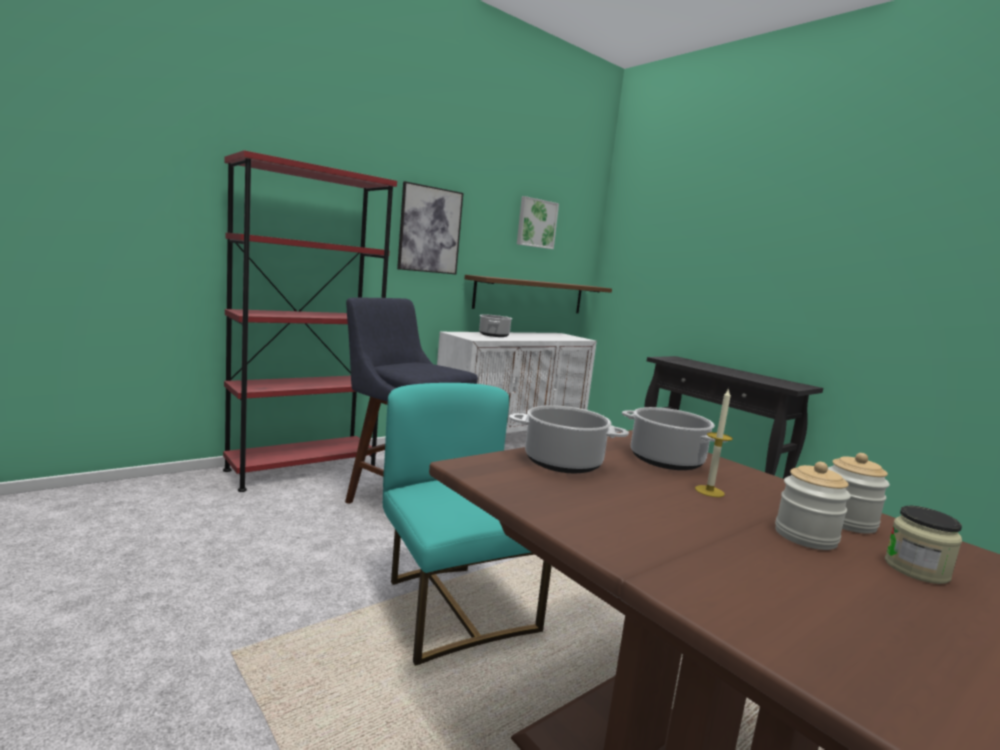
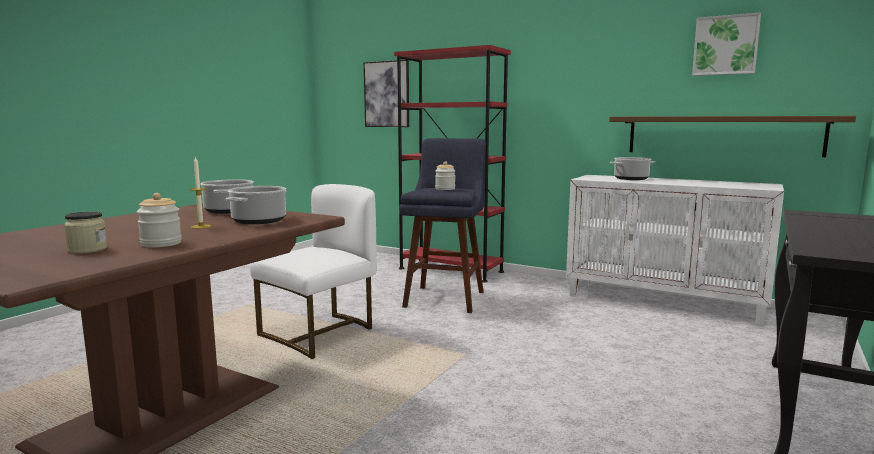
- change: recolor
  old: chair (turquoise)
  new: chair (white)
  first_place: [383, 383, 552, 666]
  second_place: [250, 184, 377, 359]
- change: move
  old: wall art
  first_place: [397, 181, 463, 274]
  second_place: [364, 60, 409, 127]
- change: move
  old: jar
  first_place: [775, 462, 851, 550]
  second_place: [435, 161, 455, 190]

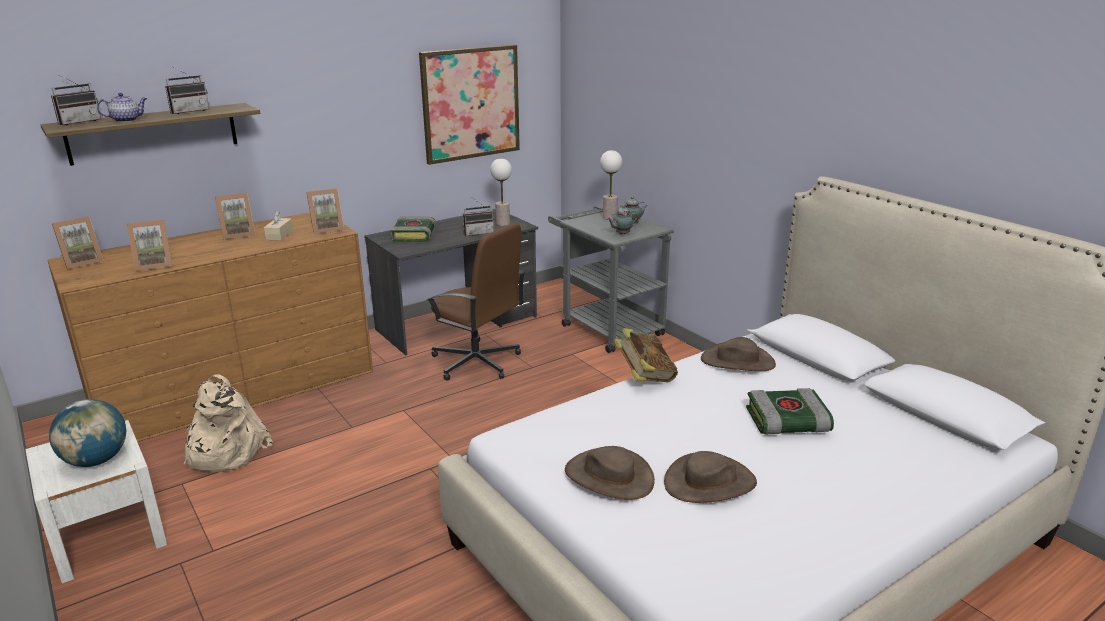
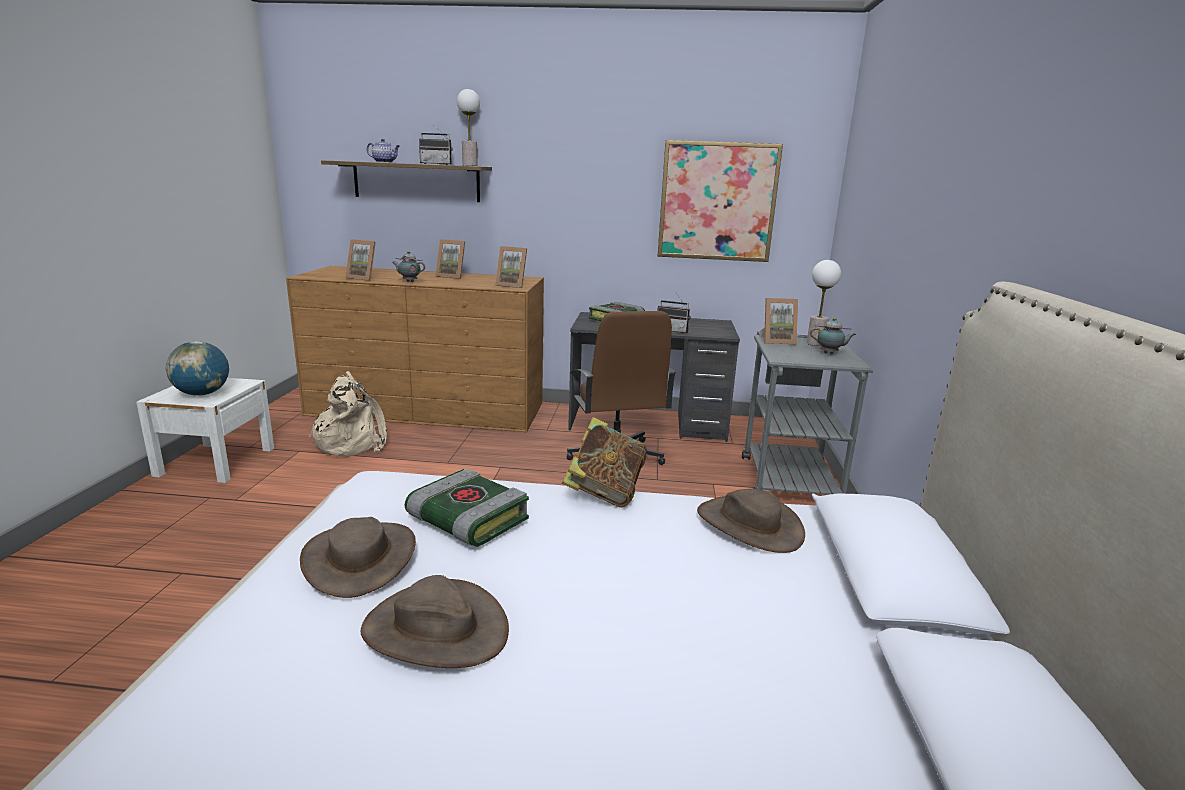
- change: move
  old: pot for tea
  first_place: [607, 205, 638, 235]
  second_place: [392, 251, 425, 282]
- change: move
  old: volume
  first_place: [746, 388, 834, 434]
  second_place: [405, 469, 529, 547]
- change: move
  old: table lamp
  first_place: [490, 158, 512, 226]
  second_place: [457, 89, 480, 166]
- change: move
  old: photo frame
  first_place: [52, 216, 104, 270]
  second_place: [760, 298, 798, 344]
- change: delete
  old: radio receiver
  first_place: [51, 76, 101, 125]
- change: delete
  old: tissue holder (beige-coloured)
  first_place: [264, 210, 293, 240]

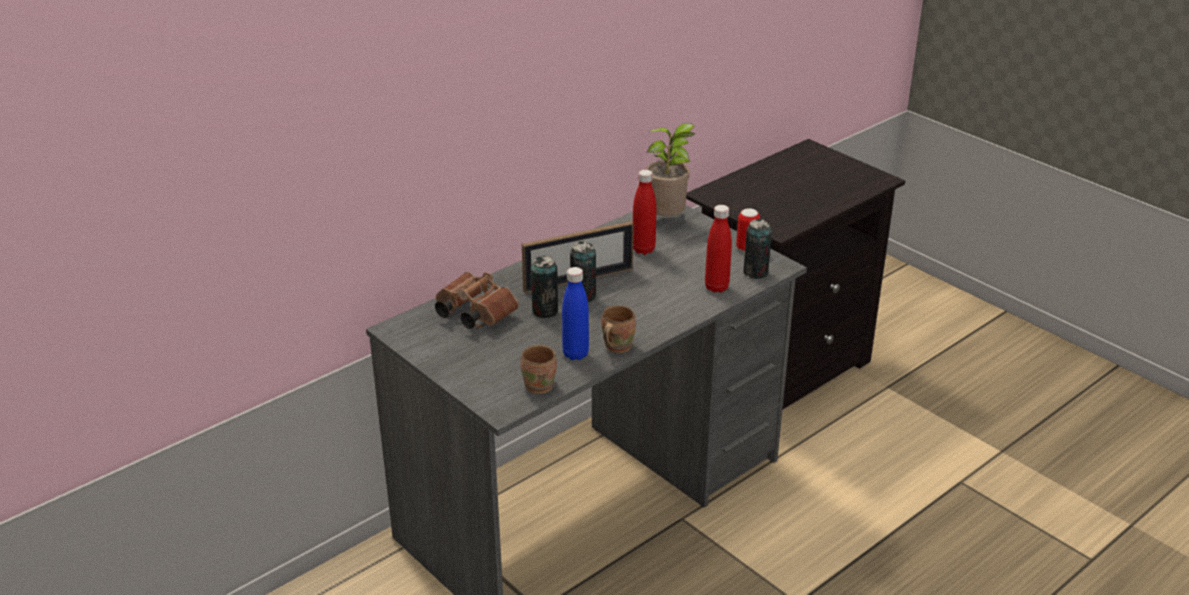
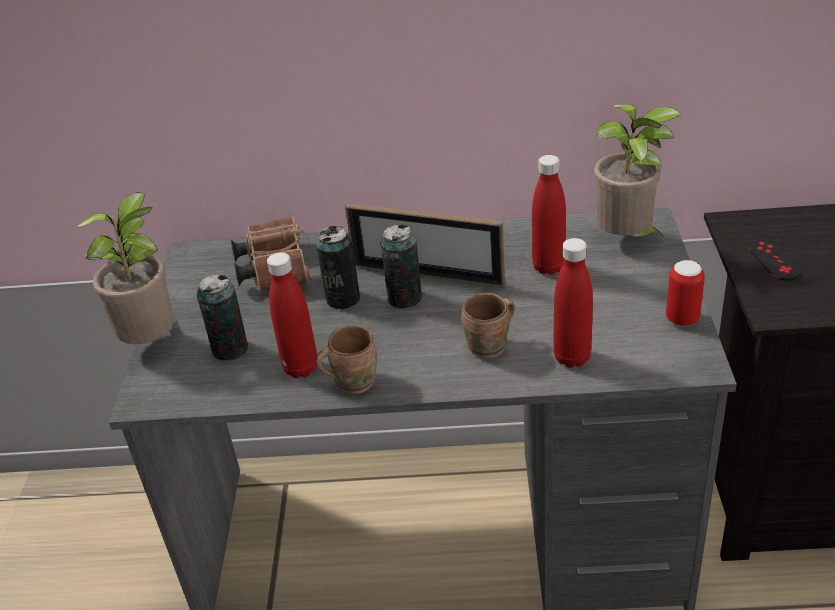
- change: insert
  new: plant in a pot
  second_place: [76, 192, 176, 344]
- change: move
  old: metal can
  first_place: [743, 219, 772, 279]
  second_place: [197, 275, 248, 361]
- change: recolor
  old: bottle (blue)
  new: bottle (reddish)
  first_place: [562, 267, 589, 360]
  second_place: [267, 252, 317, 378]
- change: move
  old: coffee mug (brown-coloured)
  first_place: [521, 345, 557, 394]
  second_place: [461, 293, 515, 358]
- change: insert
  new: game controller (black)
  second_place: [749, 239, 801, 280]

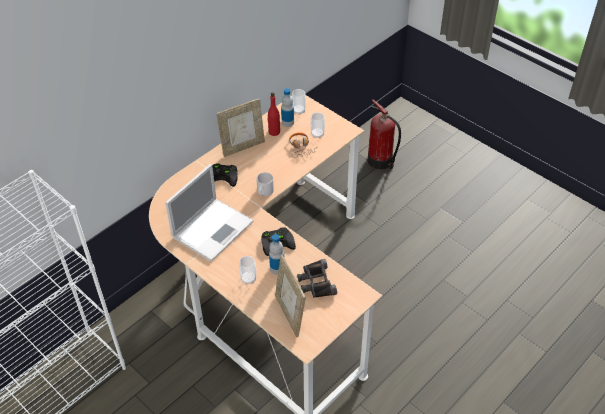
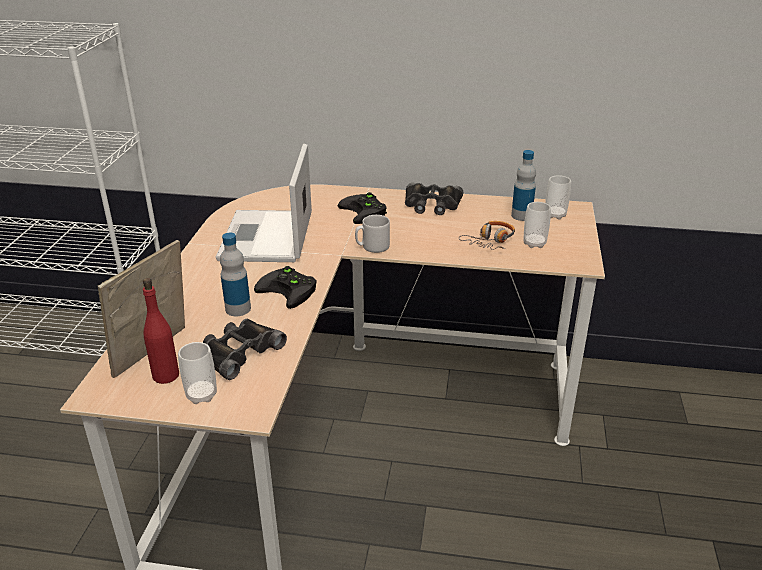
- change: move
  old: bottle (reddish)
  first_place: [267, 92, 280, 136]
  second_place: [143, 278, 179, 384]
- change: move
  old: cup
  first_place: [239, 256, 256, 285]
  second_place: [178, 342, 217, 404]
- change: rotate
  old: portable computer
  first_place: [165, 164, 254, 262]
  second_place: [216, 144, 312, 262]
  degrees: 90
- change: replace
  old: photo frame
  new: pair of binoculars (black)
  first_place: [216, 99, 265, 157]
  second_place: [405, 183, 464, 215]
- change: delete
  old: extinguisher
  first_place: [368, 100, 401, 169]

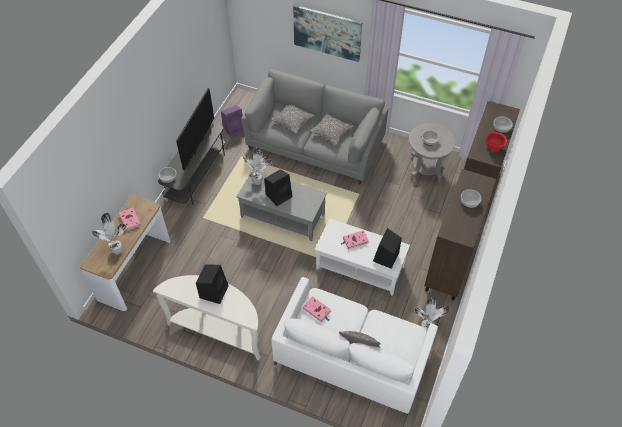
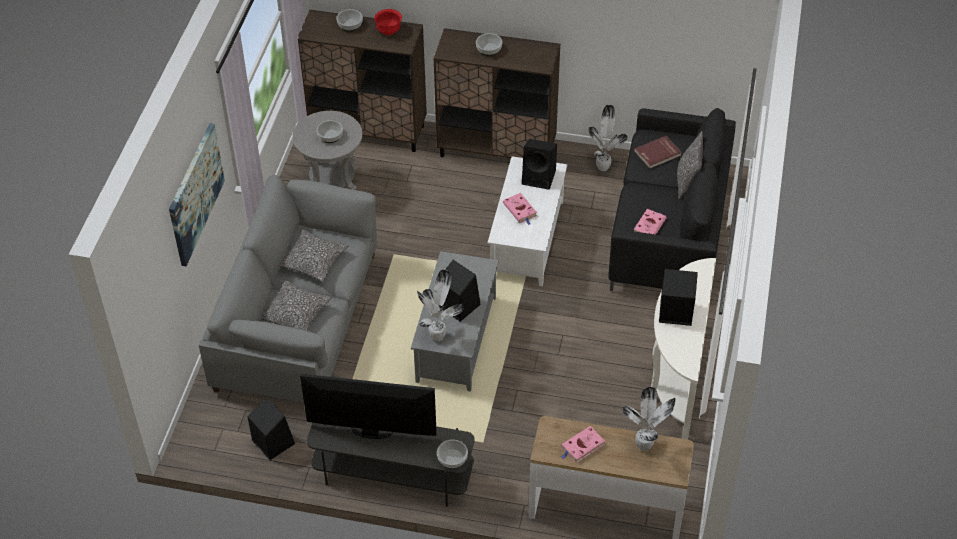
- change: recolor
  old: audio speaker (purple)
  new: audio speaker (black)
  first_place: [221, 105, 244, 137]
  second_place: [248, 397, 295, 460]
- change: recolor
  old: couch (white)
  new: couch (black)
  first_place: [271, 277, 438, 417]
  second_place: [608, 108, 736, 291]
- change: insert
  new: volume (reddish)
  second_place: [634, 136, 682, 169]

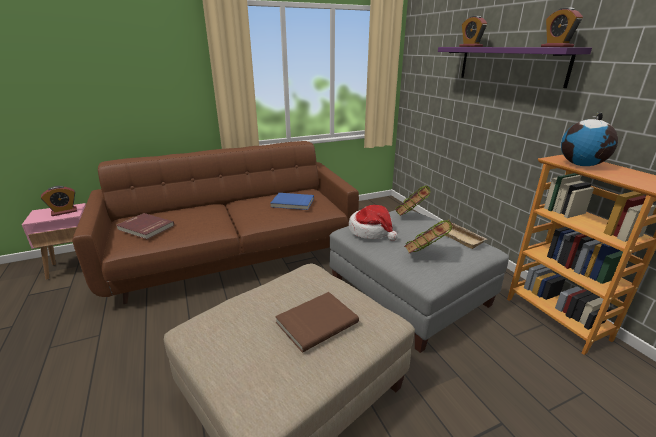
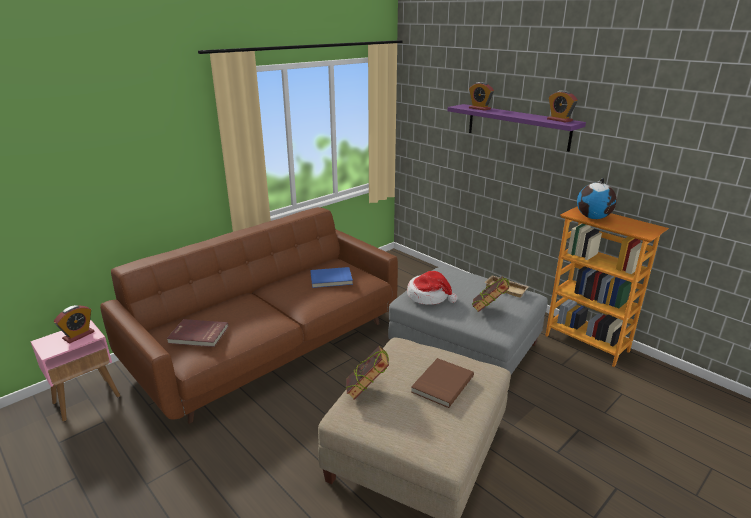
- change: move
  old: volume
  first_place: [396, 185, 431, 216]
  second_place: [345, 346, 389, 400]

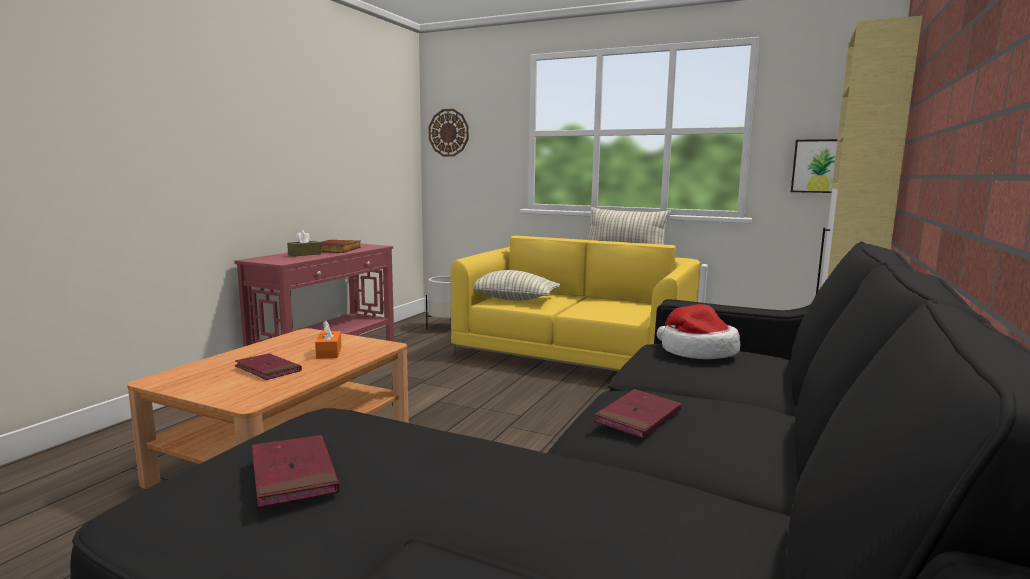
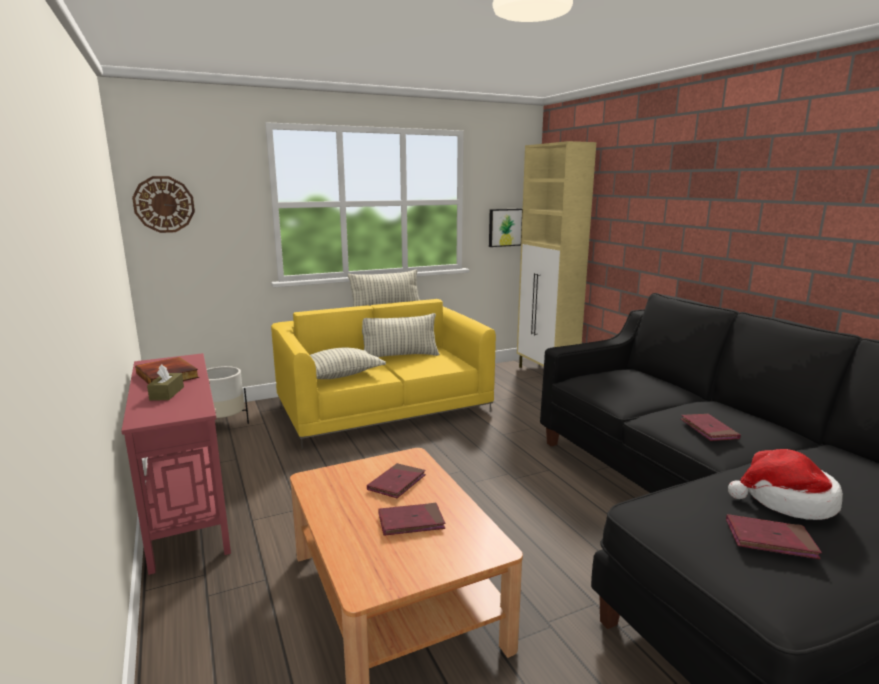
- change: insert
  new: cushion
  second_place: [362, 313, 439, 357]
- change: replace
  old: tissue holder (orangey)
  new: volume (reddish)
  first_place: [315, 321, 342, 359]
  second_place: [367, 463, 426, 498]
- change: move
  old: hat
  first_place: [657, 304, 740, 359]
  second_place: [728, 449, 843, 520]

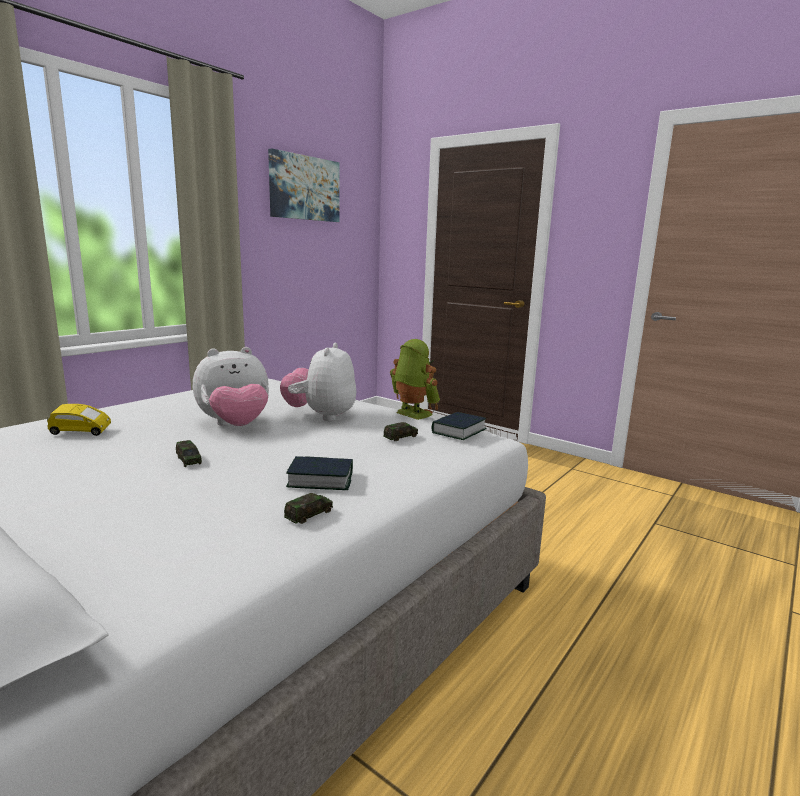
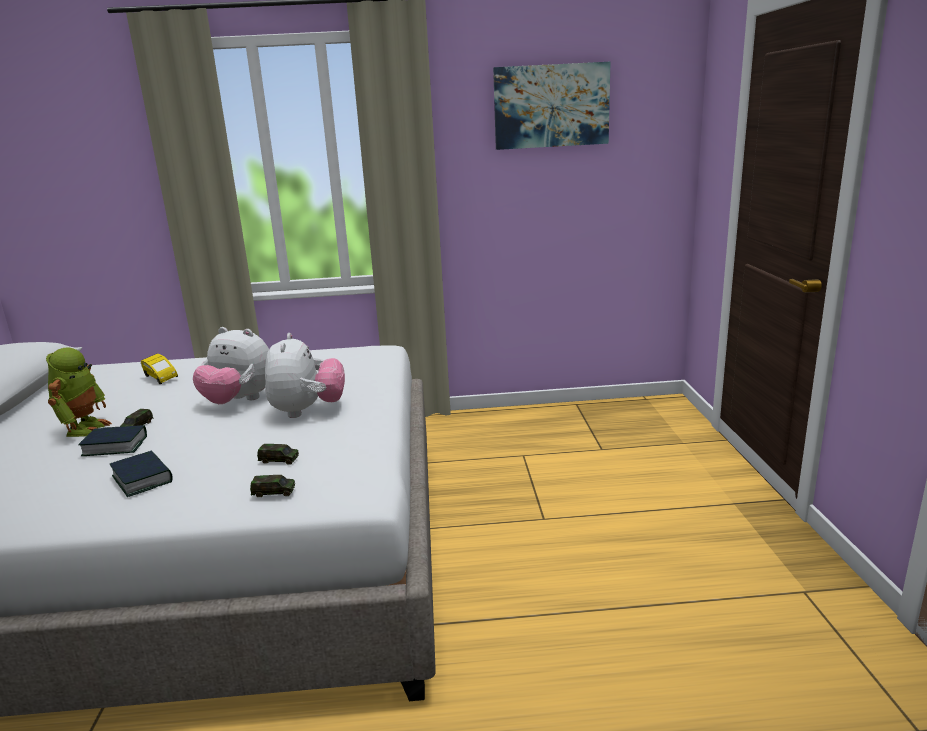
- change: move
  old: model robot
  first_place: [390, 339, 440, 420]
  second_place: [46, 348, 112, 437]
- change: move
  old: volume
  first_place: [432, 412, 487, 440]
  second_place: [78, 425, 147, 456]
- change: move
  old: model car
  first_place: [284, 493, 333, 524]
  second_place: [250, 475, 295, 497]
- change: rotate
  old: cuddly toy
  first_place: [280, 343, 356, 421]
  second_place: [265, 333, 345, 418]
  degrees: 120

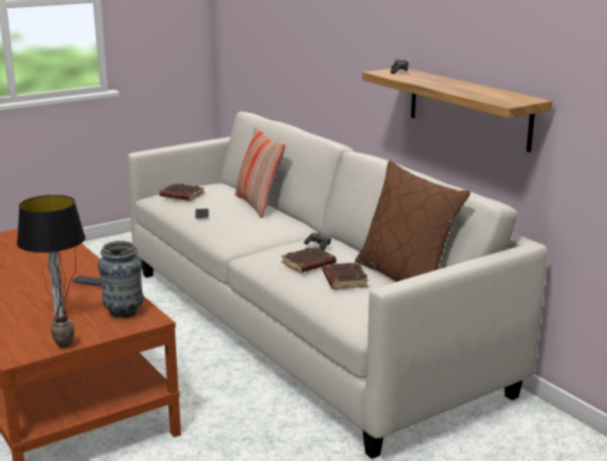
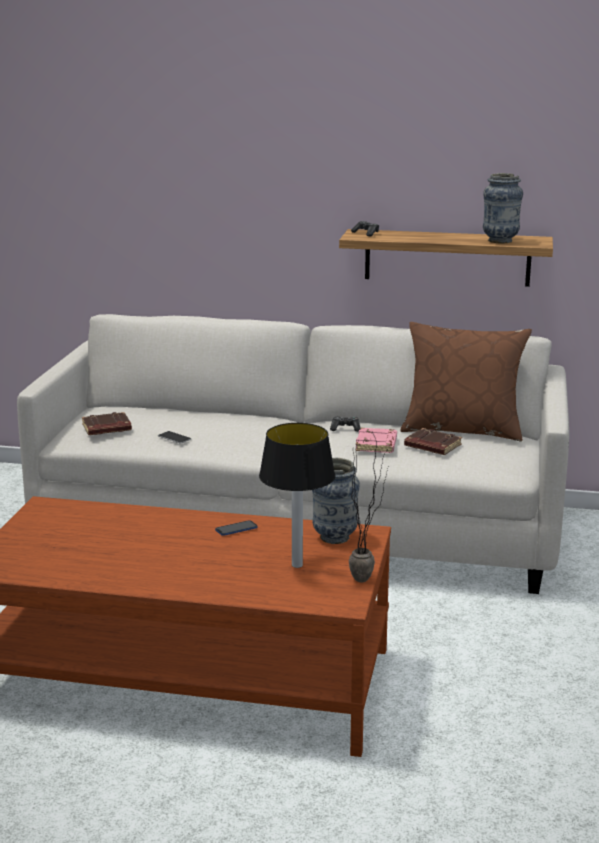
- change: recolor
  old: volume (brown-coloured)
  new: volume (pink)
  first_place: [281, 246, 336, 273]
  second_place: [356, 428, 397, 453]
- change: insert
  new: flower vase
  second_place: [483, 173, 523, 243]
- change: delete
  old: cushion
  first_place: [235, 127, 286, 218]

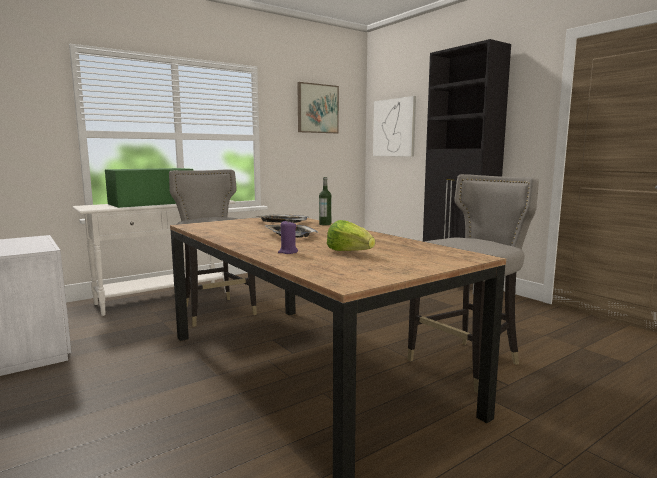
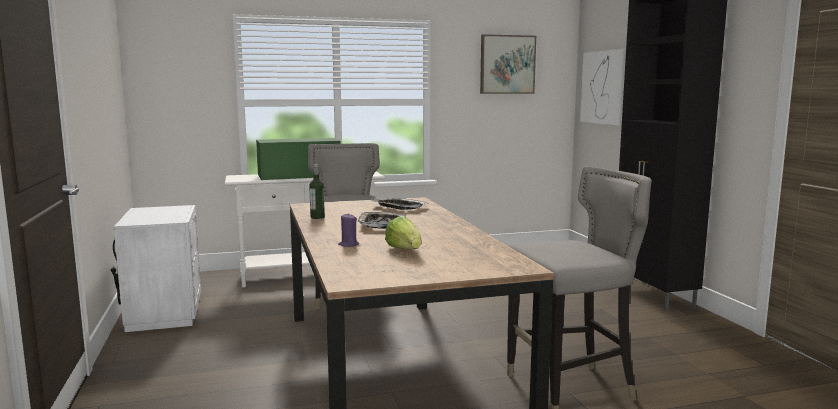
- change: move
  old: bottle
  first_place: [319, 177, 331, 225]
  second_place: [309, 164, 325, 219]

